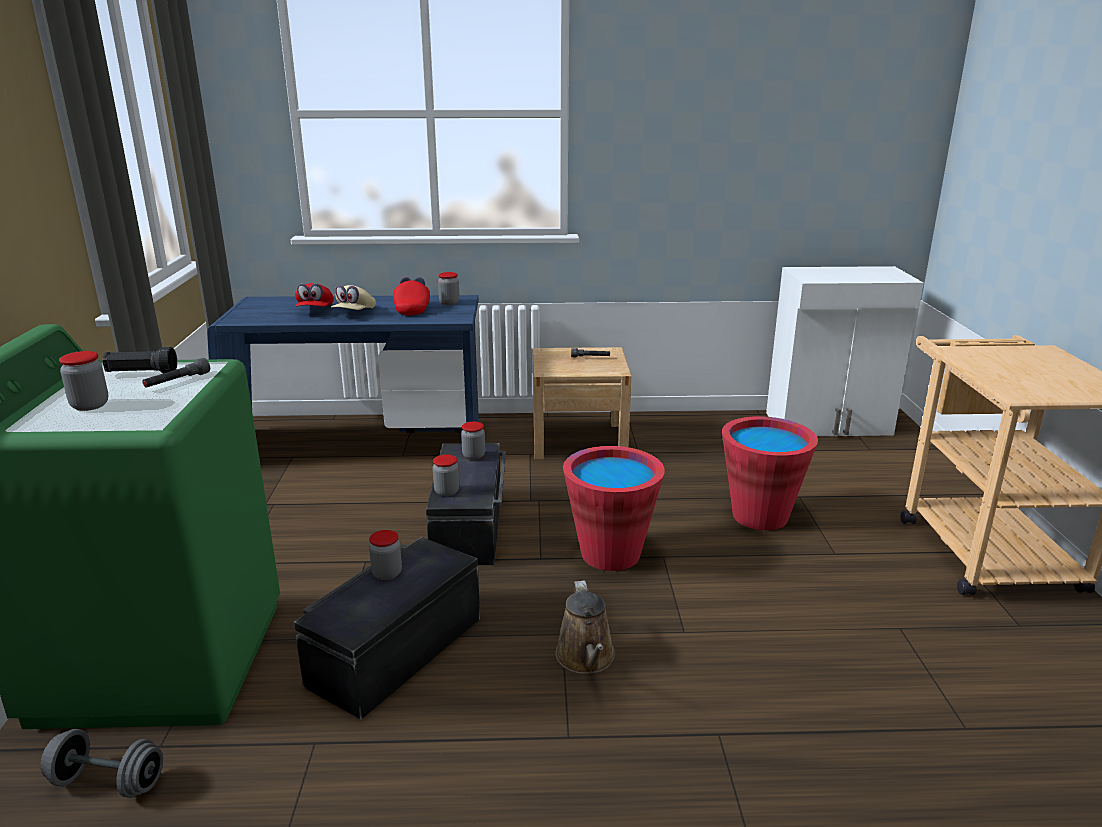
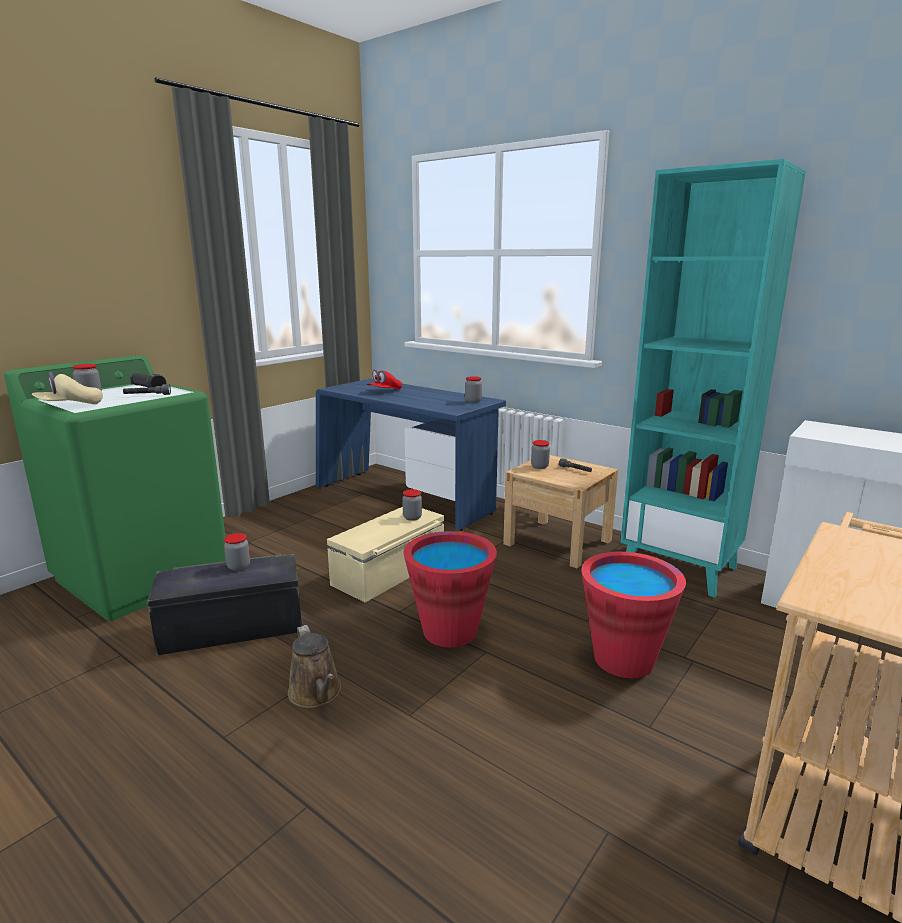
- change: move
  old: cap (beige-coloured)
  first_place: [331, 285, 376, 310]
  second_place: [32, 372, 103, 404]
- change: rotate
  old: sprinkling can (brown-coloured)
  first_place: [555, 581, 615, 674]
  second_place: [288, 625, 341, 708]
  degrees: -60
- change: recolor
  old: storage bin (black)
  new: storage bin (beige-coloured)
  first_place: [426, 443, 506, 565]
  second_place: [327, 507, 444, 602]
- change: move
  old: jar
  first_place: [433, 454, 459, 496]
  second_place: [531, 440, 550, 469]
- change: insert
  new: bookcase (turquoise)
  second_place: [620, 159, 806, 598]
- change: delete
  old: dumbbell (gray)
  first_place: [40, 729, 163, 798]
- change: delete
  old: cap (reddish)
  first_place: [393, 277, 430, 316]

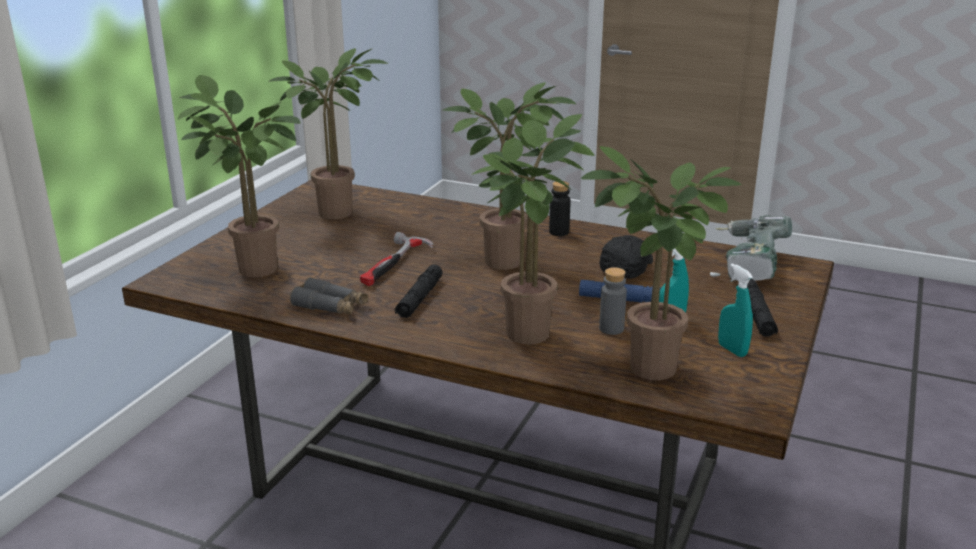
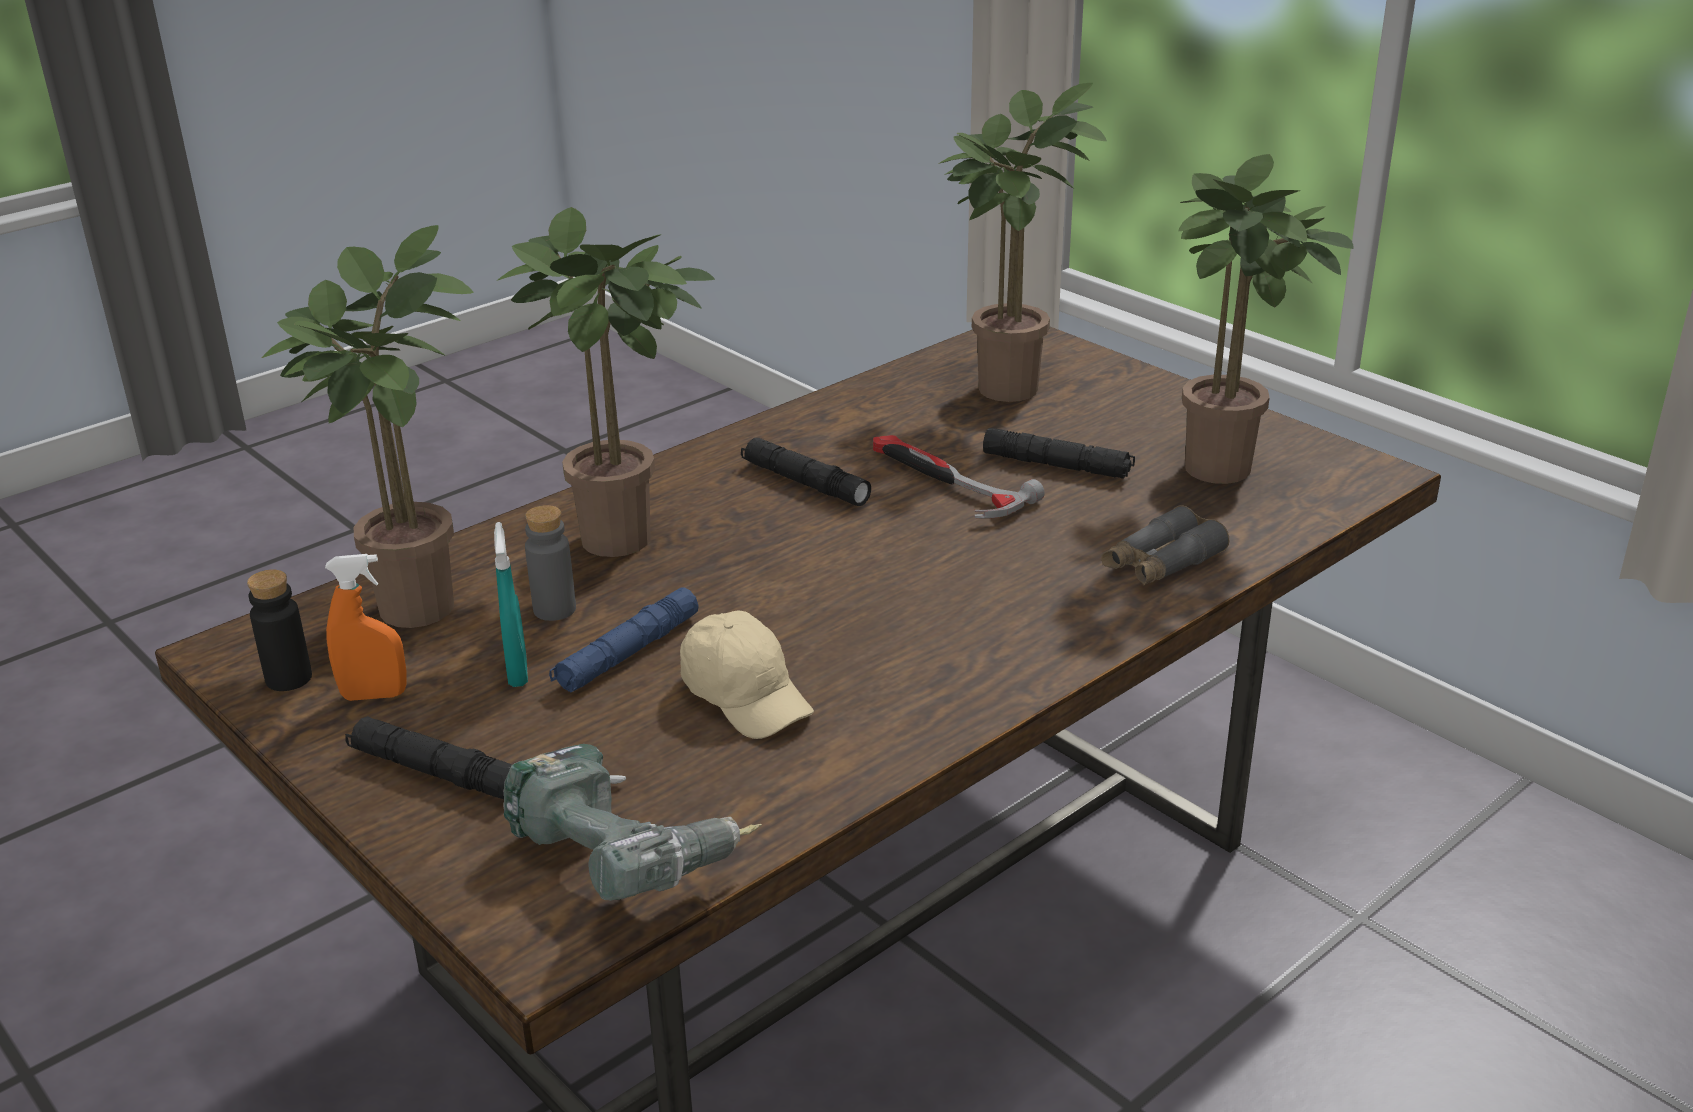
- change: move
  old: bottle (black)
  first_place: [549, 181, 571, 236]
  second_place: [247, 570, 312, 691]
- change: recolor
  old: sprayer (turquoise)
  new: sprayer (orangey)
  first_place: [718, 263, 753, 357]
  second_place: [325, 554, 407, 701]
- change: recolor
  old: cap (black)
  new: cap (beige-coloured)
  first_place: [599, 235, 653, 278]
  second_place: [680, 611, 814, 739]
- change: insert
  new: torch (black)
  second_place: [983, 428, 1135, 479]
- change: move
  old: pair of binoculars (gray)
  first_place: [290, 277, 368, 315]
  second_place: [1101, 505, 1229, 586]
- change: delete
  old: plant in a pot
  first_place: [443, 82, 576, 270]

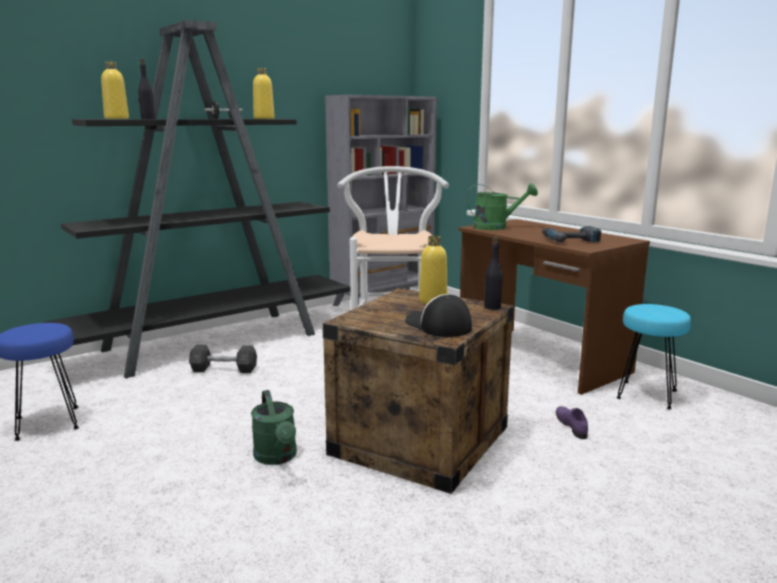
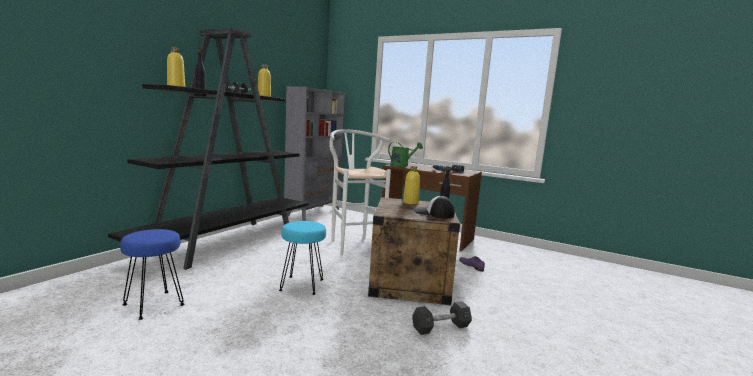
- change: move
  old: stool seat (turquoise)
  first_place: [616, 304, 691, 409]
  second_place: [279, 221, 326, 295]
- change: move
  old: dumbbell (gray)
  first_place: [189, 345, 257, 373]
  second_place: [412, 301, 472, 335]
- change: delete
  old: sprinkling can (greenish)
  first_place: [251, 390, 297, 465]

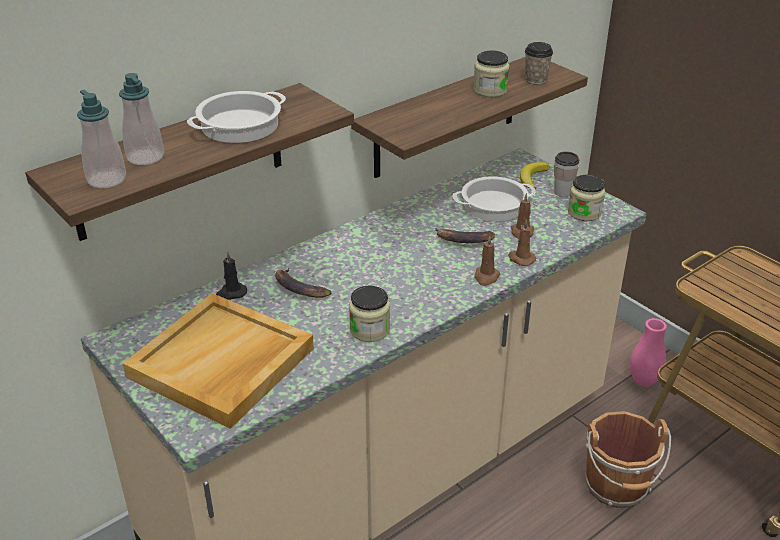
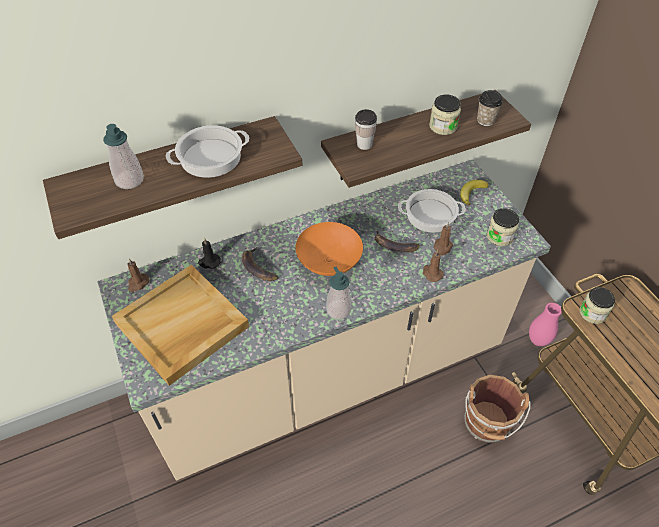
- change: move
  old: wax candle (brown-coloured)
  first_place: [474, 236, 500, 286]
  second_place: [127, 259, 149, 292]
- change: insert
  new: serving bowl (orangey)
  second_place: [295, 222, 363, 276]
- change: move
  old: soap bottle
  first_place: [77, 90, 126, 188]
  second_place: [326, 267, 352, 320]
- change: move
  old: cup
  first_place: [554, 151, 579, 197]
  second_place: [355, 109, 377, 150]
- change: move
  old: jar
  first_place: [349, 286, 390, 342]
  second_place: [579, 287, 615, 324]

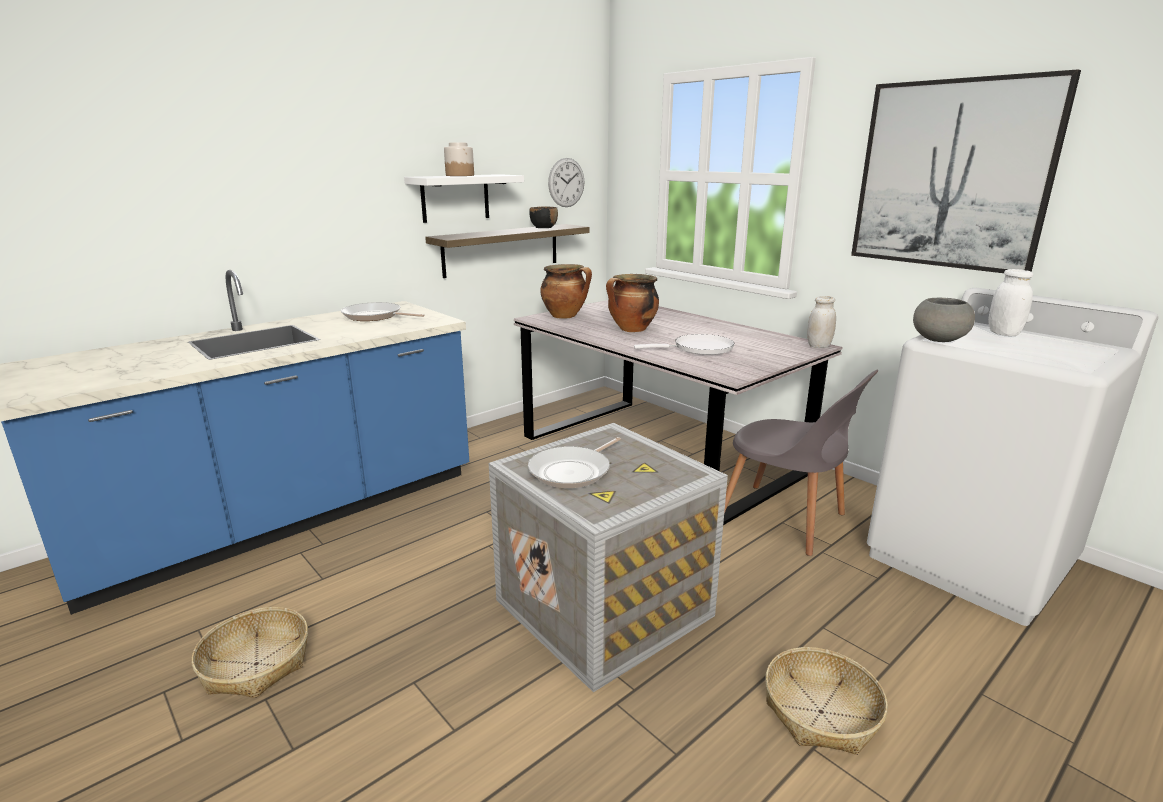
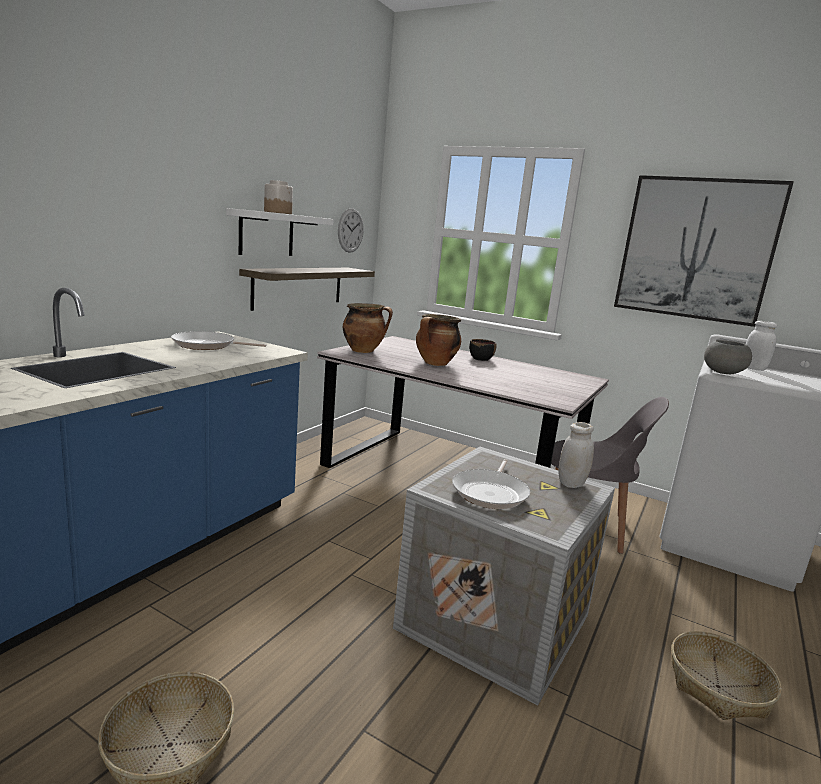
- change: move
  old: serving bowl (black)
  first_place: [529, 206, 558, 228]
  second_place: [469, 339, 497, 361]
- change: move
  old: jar (white)
  first_place: [807, 296, 836, 348]
  second_place: [558, 422, 594, 488]
- change: delete
  old: frying pan (white)
  first_place: [634, 334, 734, 355]

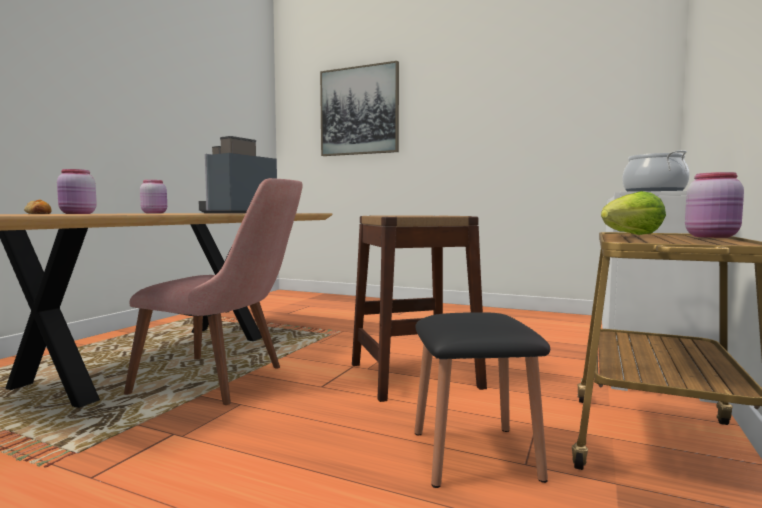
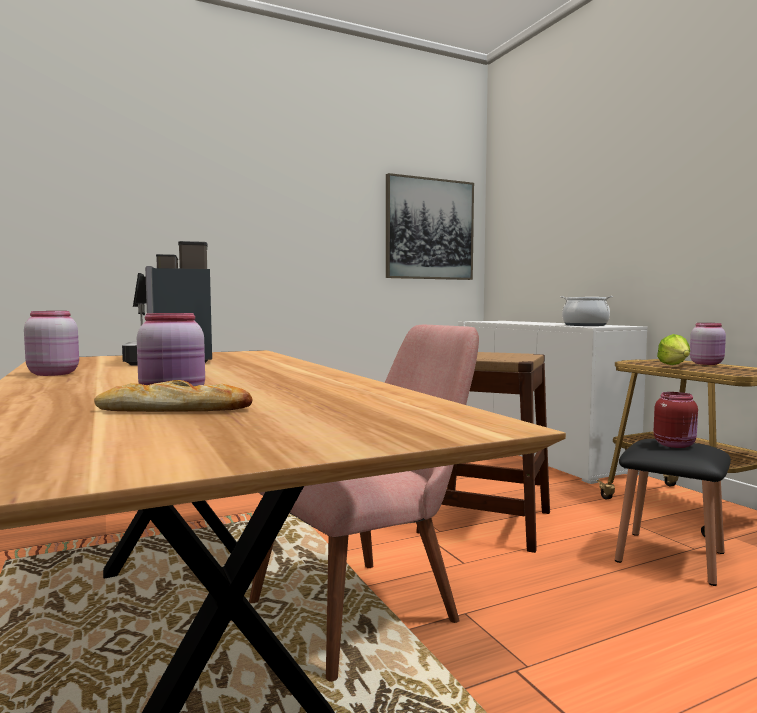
- change: move
  old: wall art
  first_place: [320, 61, 399, 156]
  second_place: [386, 173, 474, 280]
- change: insert
  new: jar (reddish)
  second_place: [653, 392, 698, 448]

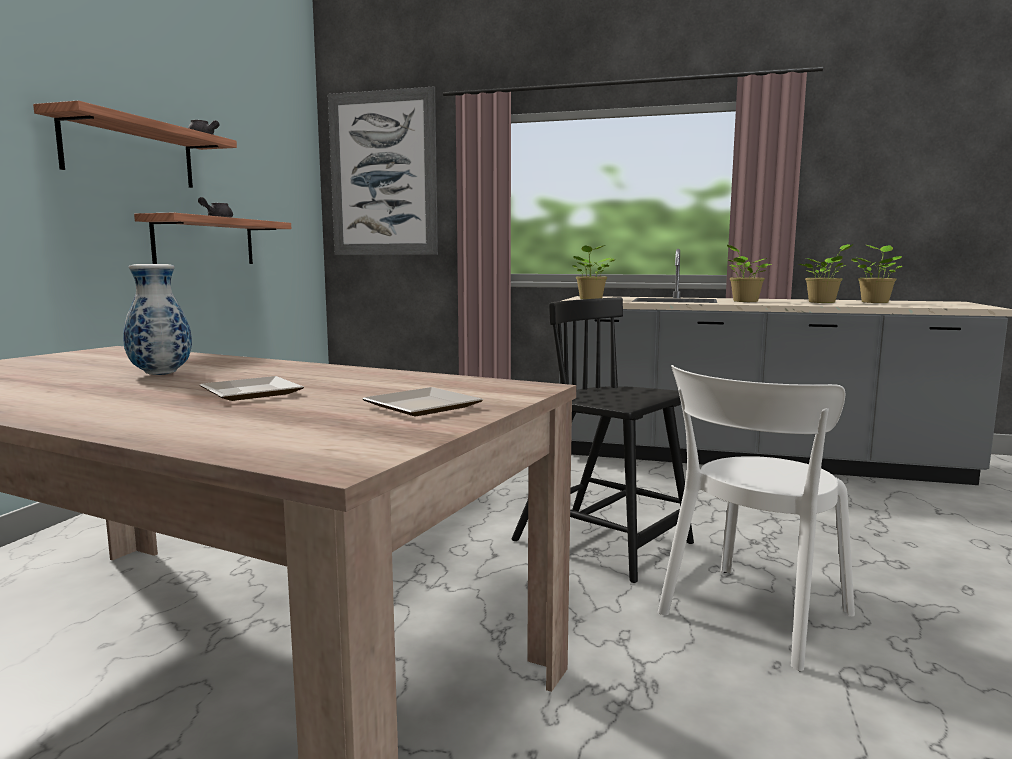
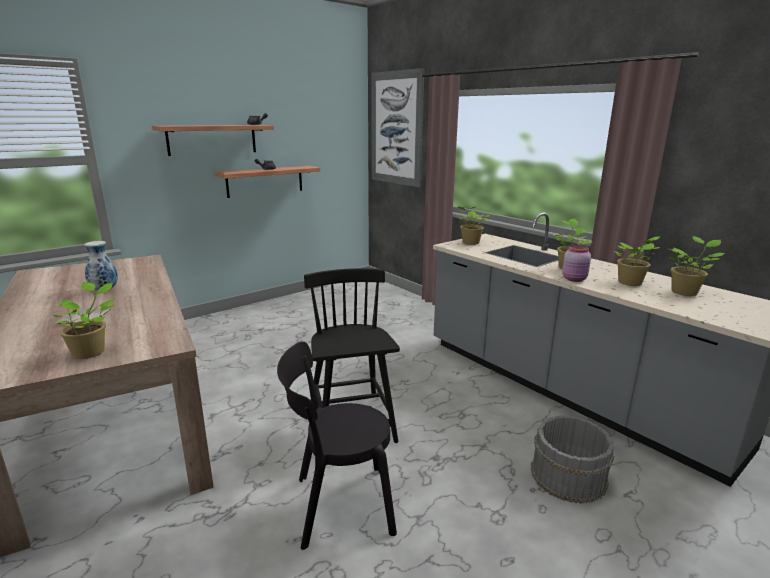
- change: replace
  old: dinner plate
  new: plant in a pot
  first_place: [362, 387, 483, 416]
  second_place: [51, 282, 116, 359]
- change: recolor
  old: chair (white)
  new: chair (black)
  first_place: [658, 365, 855, 671]
  second_place: [277, 341, 397, 550]
- change: insert
  new: bucket (gray)
  second_place: [531, 415, 614, 504]
- change: insert
  new: jar (pink)
  second_place: [562, 245, 591, 282]

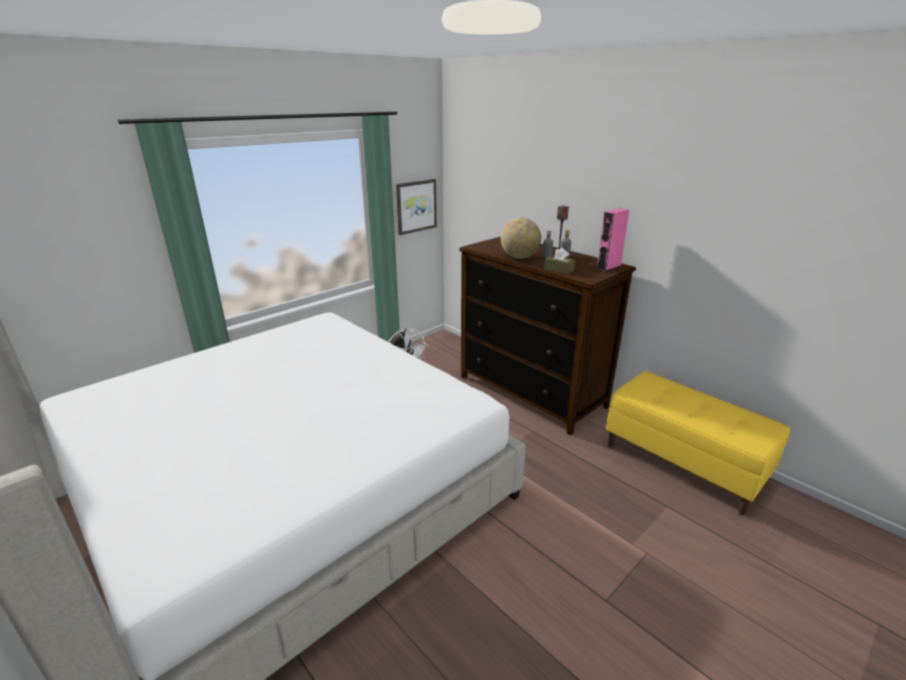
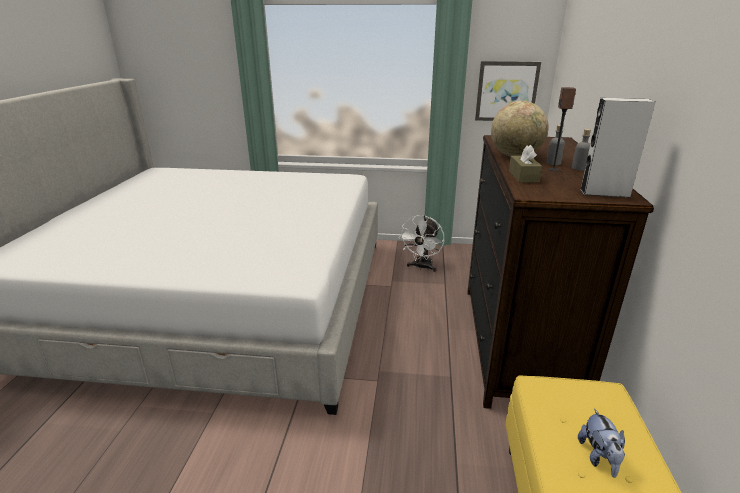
- change: insert
  new: cuddly toy
  second_place: [578, 408, 625, 478]
- change: recolor
  old: audio speaker (pink)
  new: audio speaker (gray)
  first_place: [596, 208, 629, 271]
  second_place: [580, 98, 656, 198]

